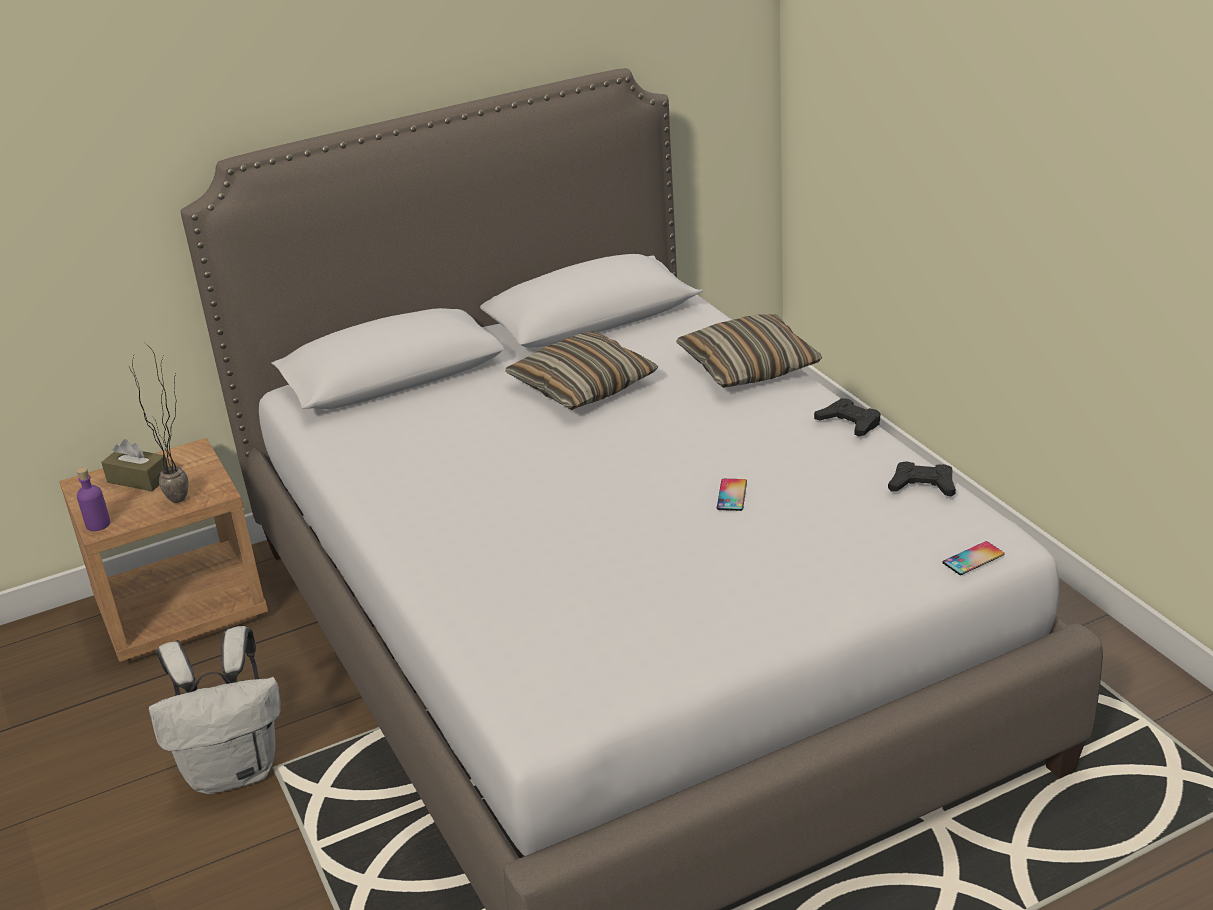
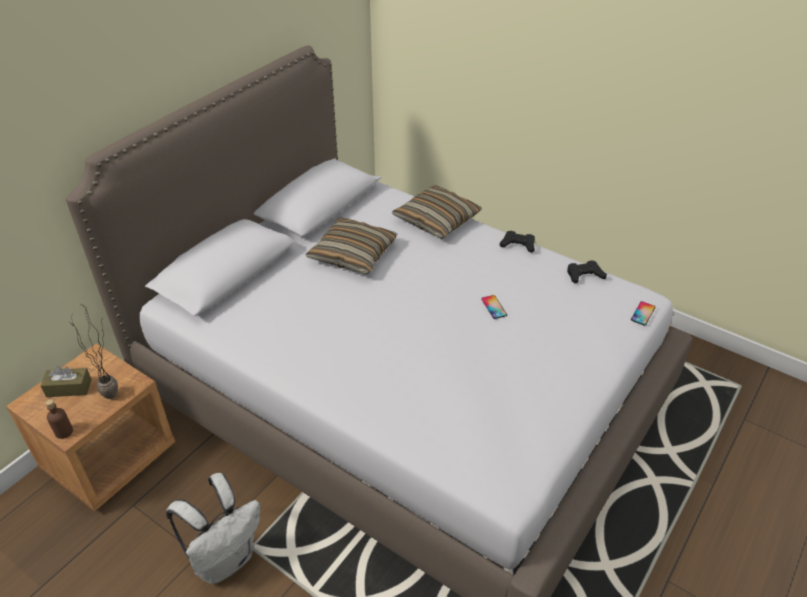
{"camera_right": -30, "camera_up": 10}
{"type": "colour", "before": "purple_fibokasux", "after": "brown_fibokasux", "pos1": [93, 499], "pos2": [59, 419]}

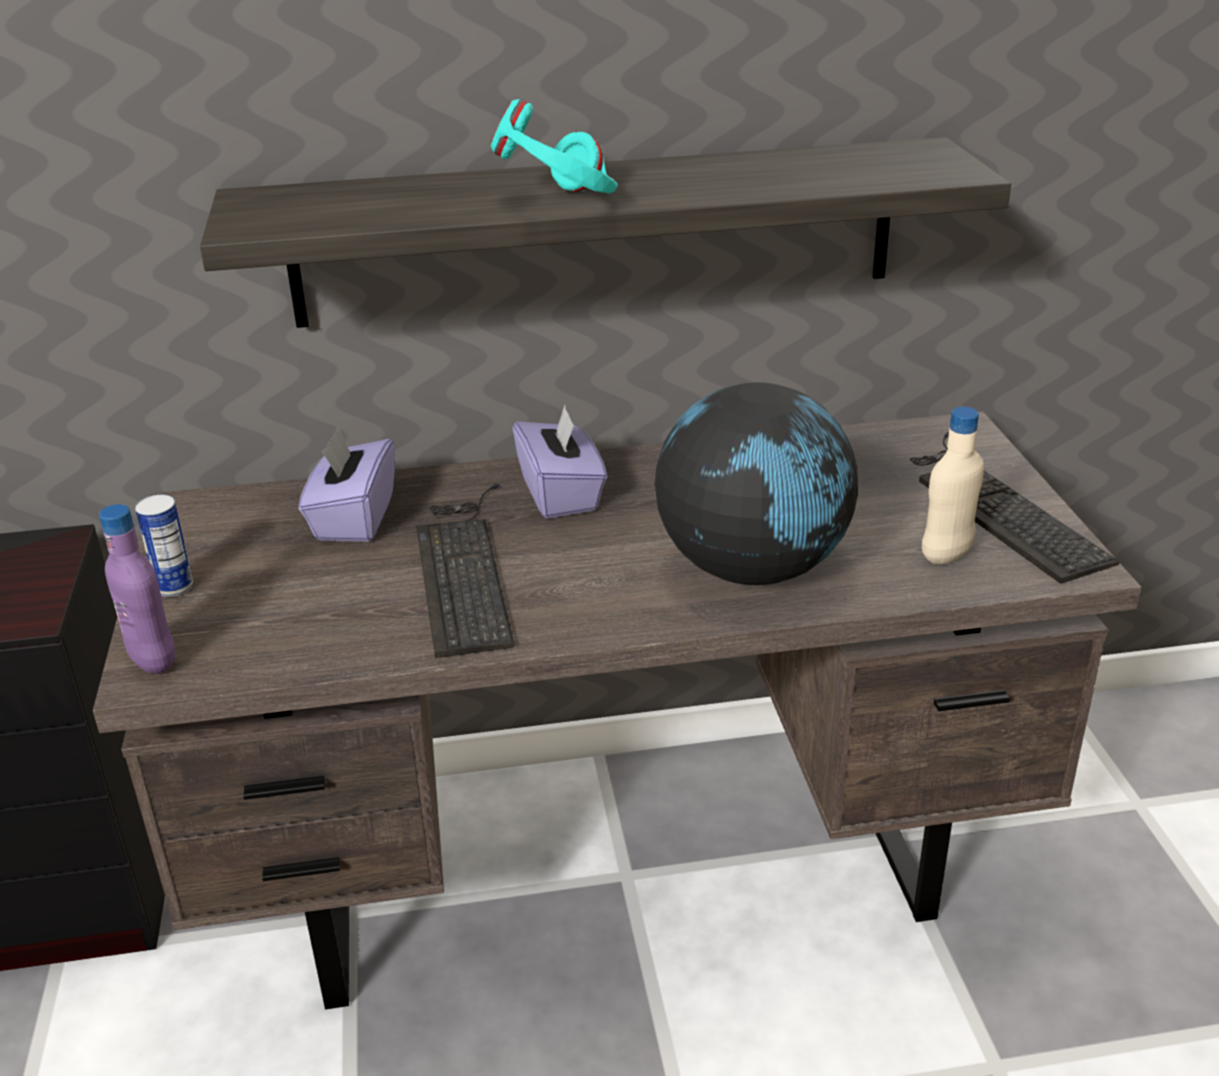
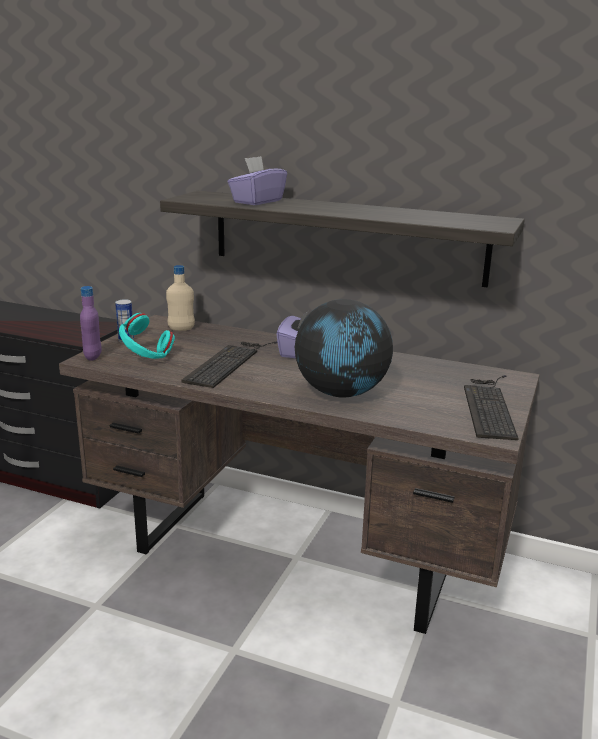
{"camera_right": 30, "camera_up": -10}
{"type": "relocated", "before": "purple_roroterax", "pos1": [347, 484], "pos2": [257, 180]}
{"type": "relocated", "before": "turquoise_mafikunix", "pos1": [554, 146], "pos2": [147, 336]}
{"type": "relocated", "before": "beige_fibokasux", "pos1": [953, 486], "pos2": [180, 298]}

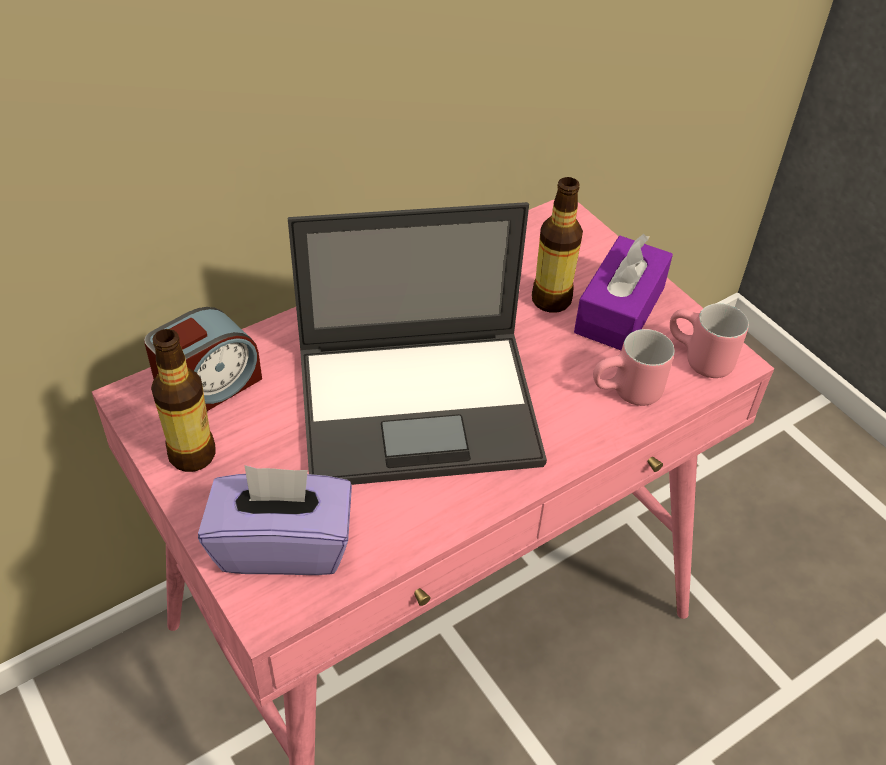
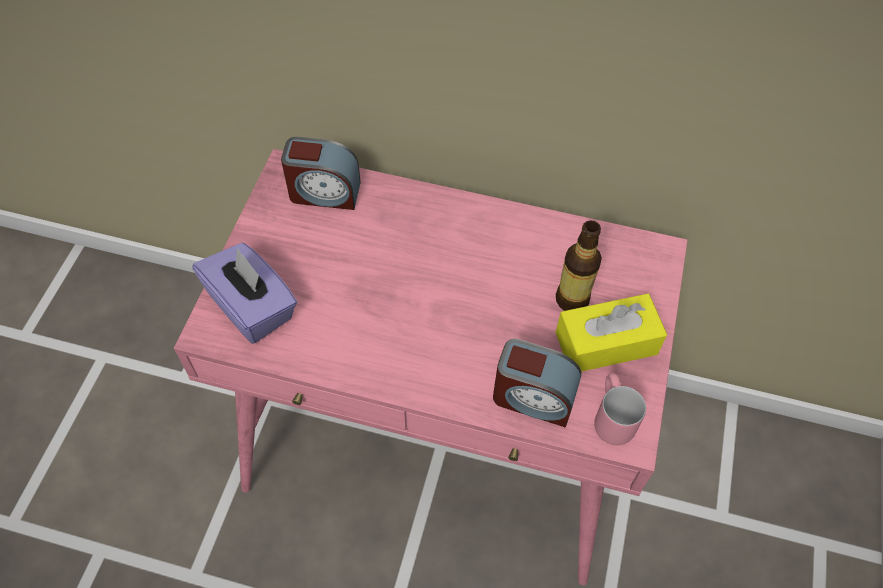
{"camera_right": 50, "camera_up": 10}
{"type": "missing", "before": "fibokasux", "pos1": [183, 400]}
{"type": "missing", "before": "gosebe", "pos1": [417, 343]}
{"type": "colour", "before": "purple_roroterax", "after": "yellow_roroterax", "pos1": [623, 292], "pos2": [611, 333]}
{"type": "exchanged", "before": "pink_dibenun", "after": "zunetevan", "pos1": [633, 367], "pos2": [537, 383]}

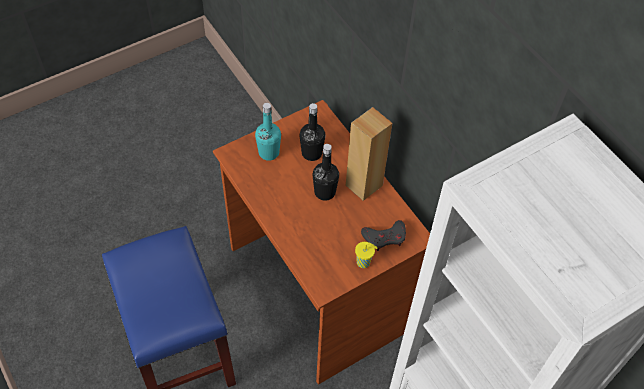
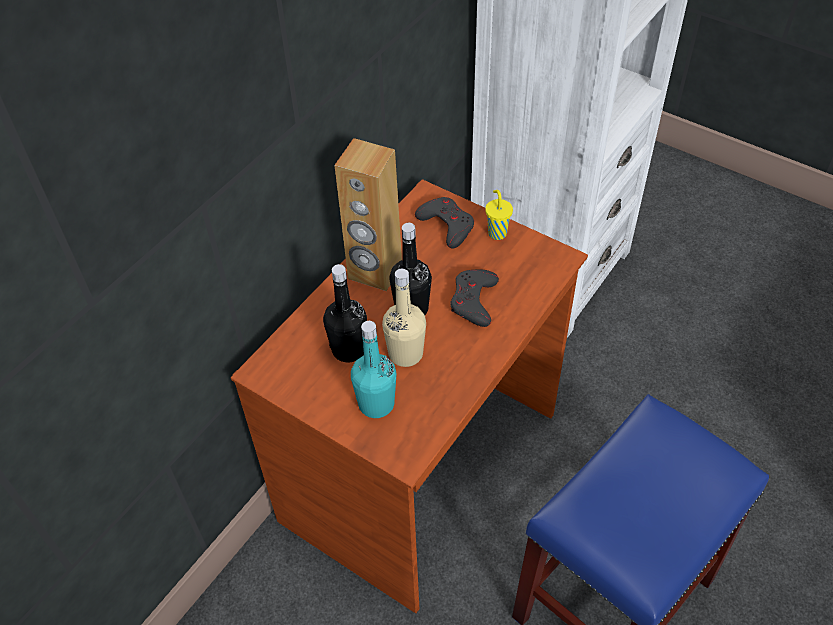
{"camera_right": -110, "camera_up": -5}
{"type": "appeared", "after": "beige_fibokasux", "pos2": [404, 318]}
{"type": "appeared", "after": "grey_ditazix", "pos2": [474, 298]}

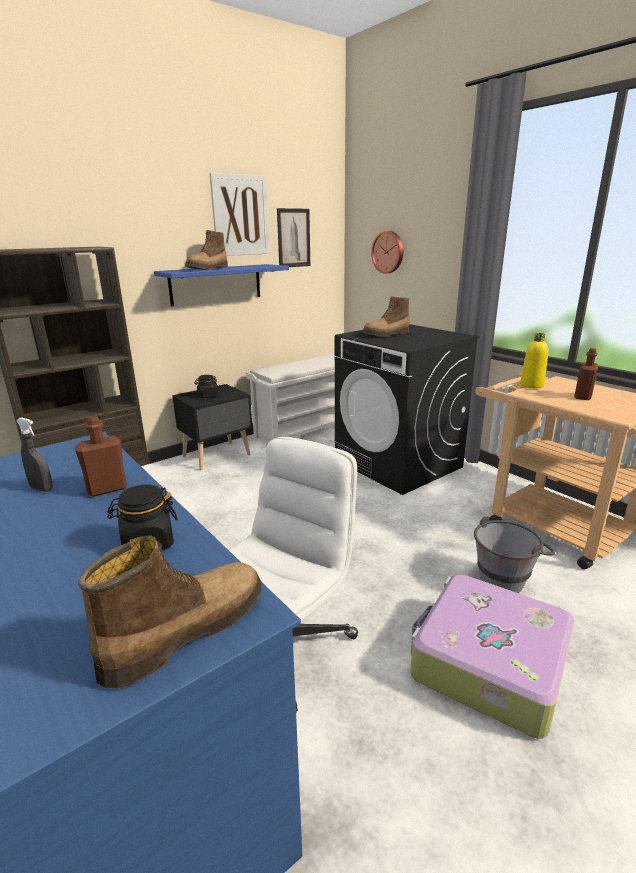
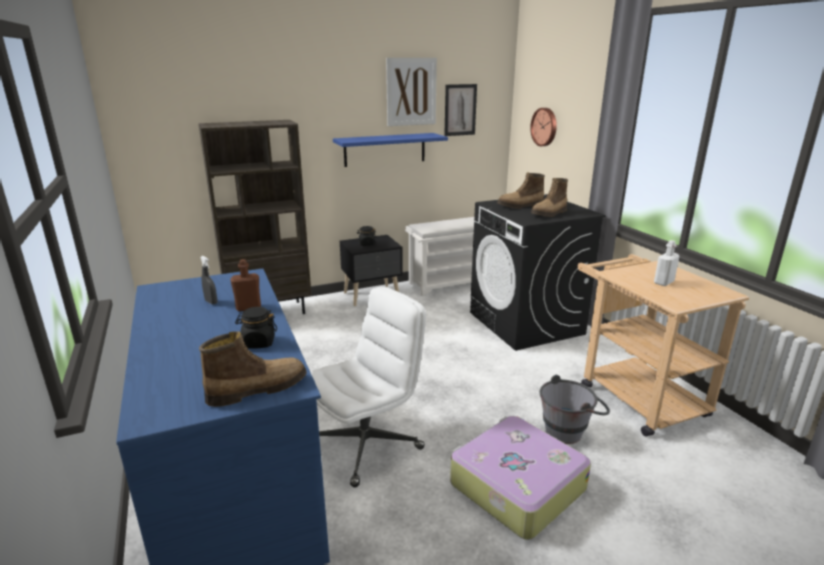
{"camera_right": 15, "camera_up": 0}
{"type": "relocated", "before": "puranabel", "pos1": [206, 250], "pos2": [549, 197]}
{"type": "missing", "before": "yellow_fibokasux", "pos1": [534, 360]}
{"type": "colour", "before": "brown_fibokasux", "after": "white_fibokasux", "pos1": [586, 374], "pos2": [667, 263]}

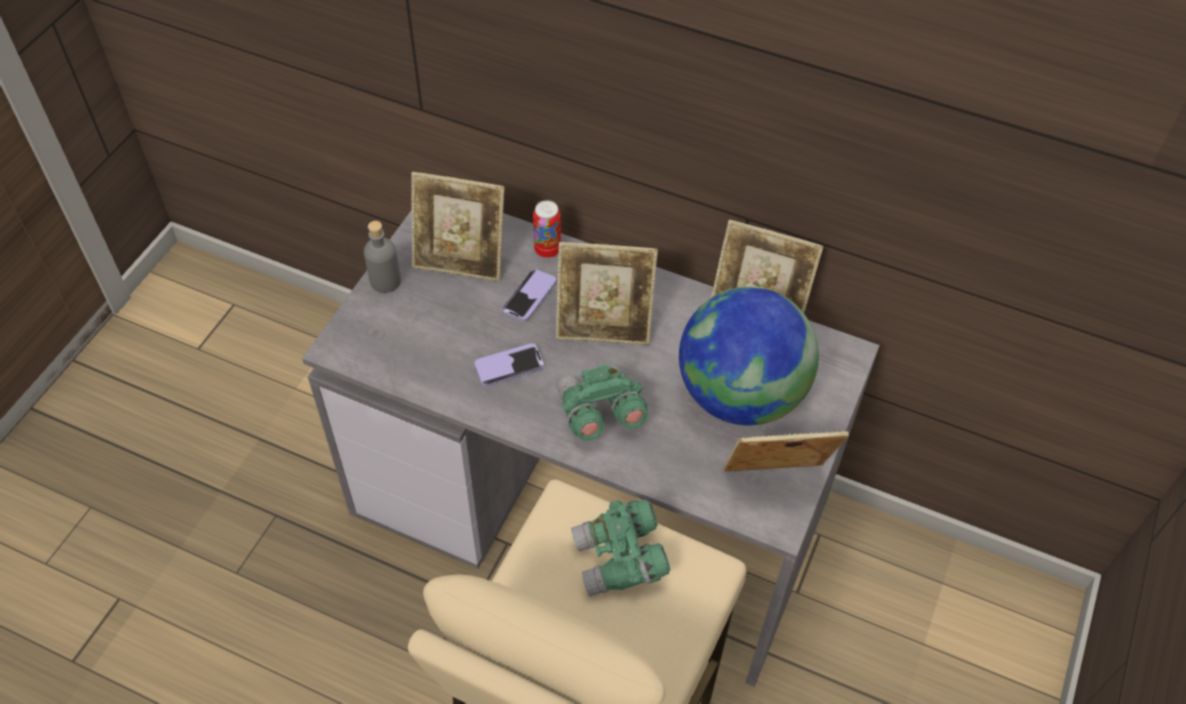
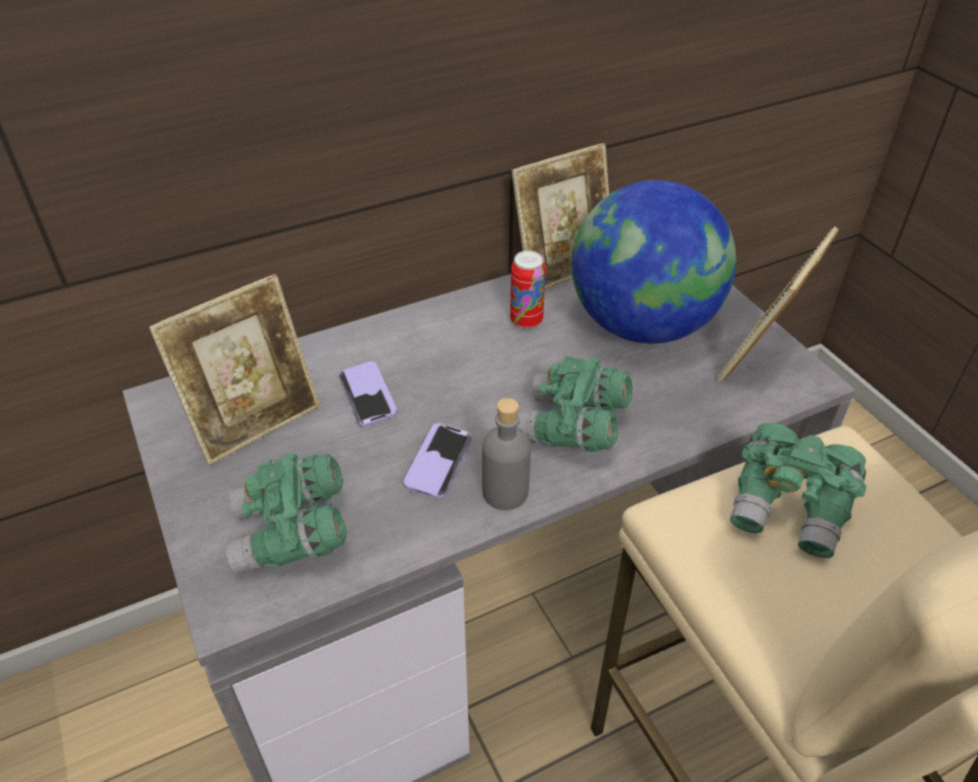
{"camera_right": -50, "camera_up": -10}
{"type": "relocated", "before": "grey_fibokasux", "pos1": [382, 257], "pos2": [506, 454]}
{"type": "relocated", "before": "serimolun", "pos1": [547, 229], "pos2": [528, 290]}
{"type": "missing", "before": "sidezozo", "pos1": [607, 293]}
{"type": "appeared", "after": "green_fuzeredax", "pos2": [286, 513]}

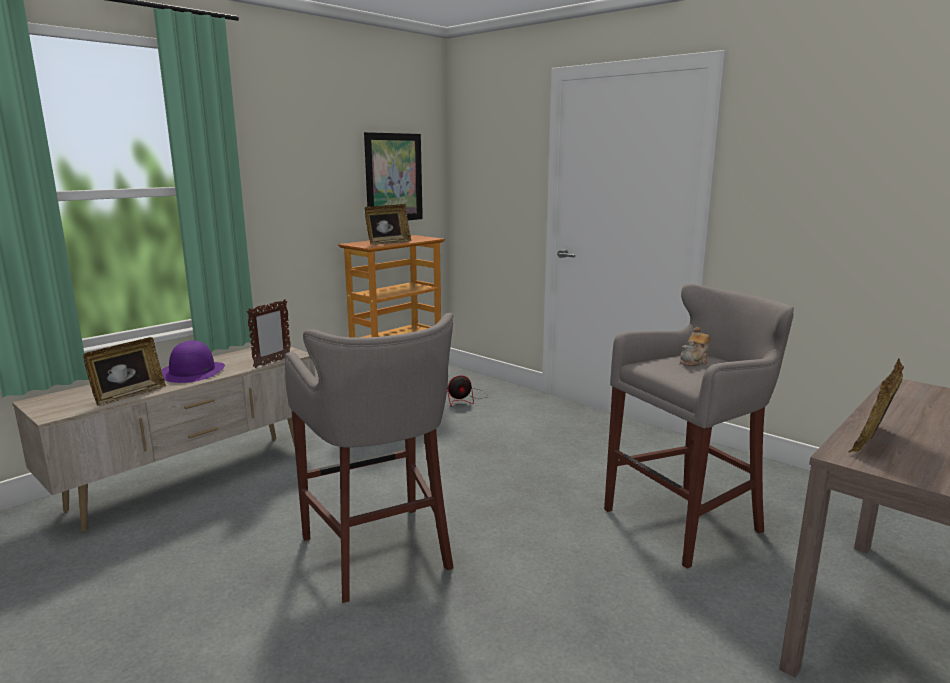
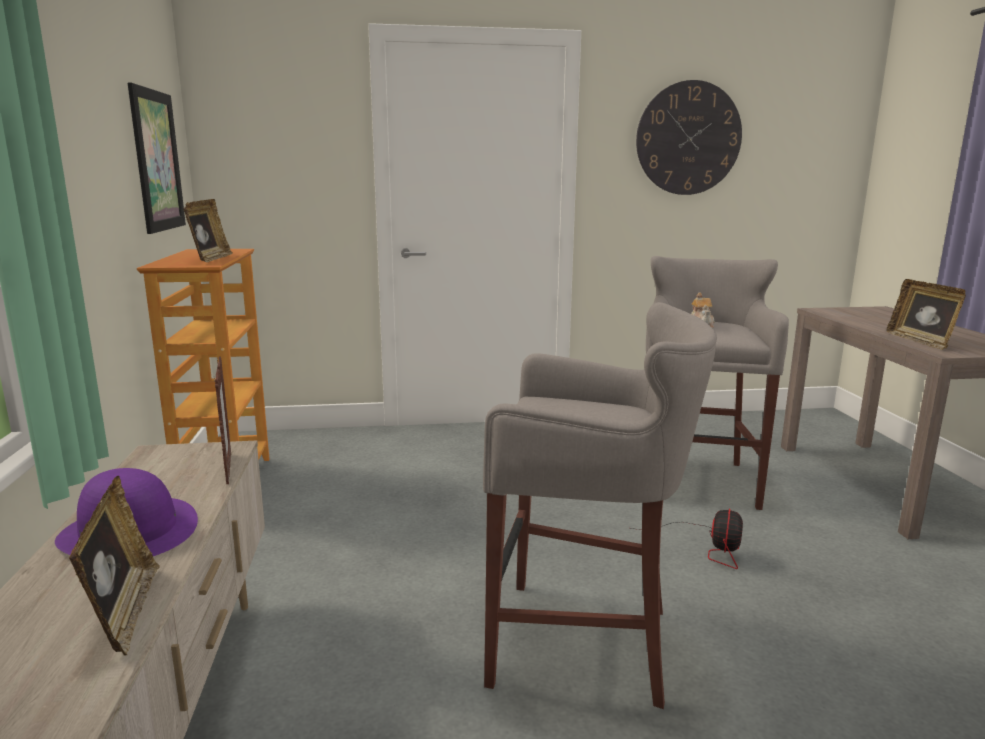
{"camera_right": -50, "camera_up": 0}
{"type": "relocated", "before": "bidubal", "pos1": [467, 391], "pos2": [687, 539]}
{"type": "appeared", "after": "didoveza", "pos2": [689, 137]}

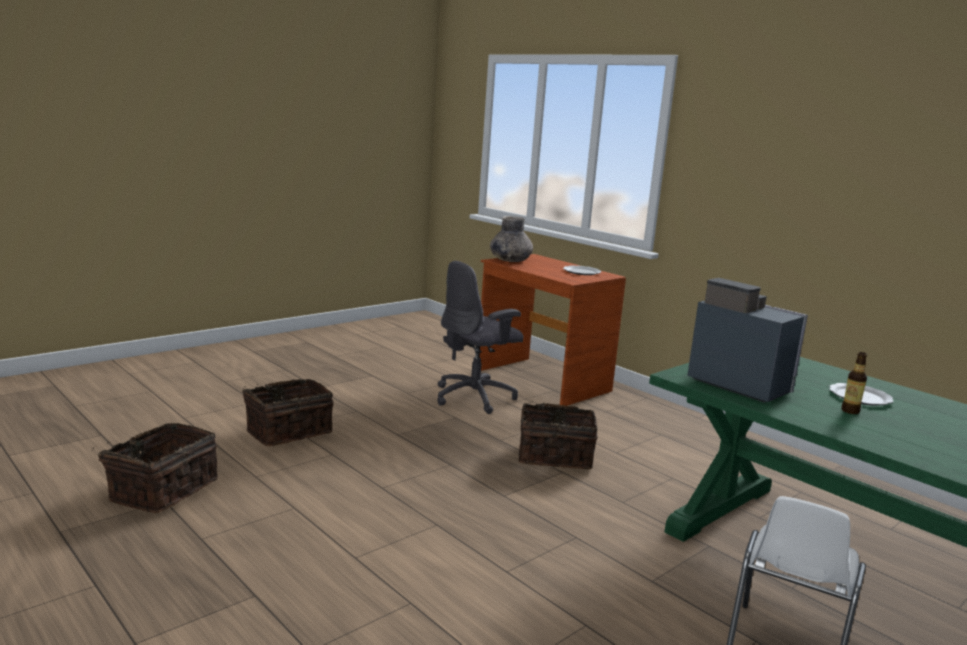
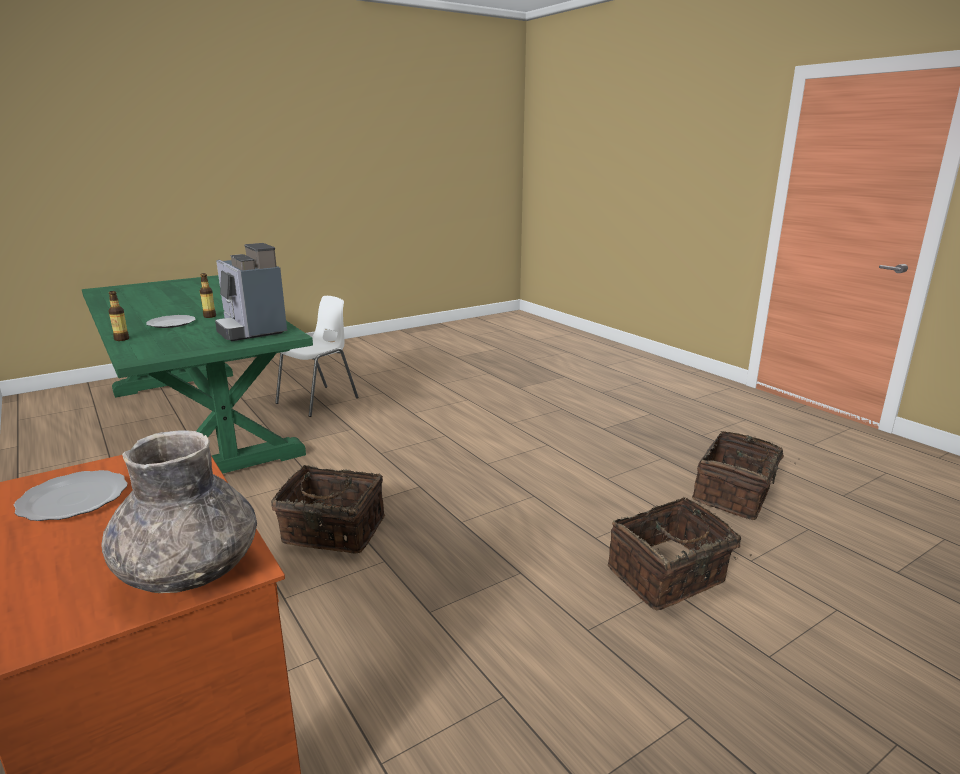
{"camera_right": -170, "camera_up": 5}
{"type": "missing", "before": "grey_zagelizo", "pos1": [480, 337]}
{"type": "appeared", "after": "fibokasux", "pos2": [119, 316]}

